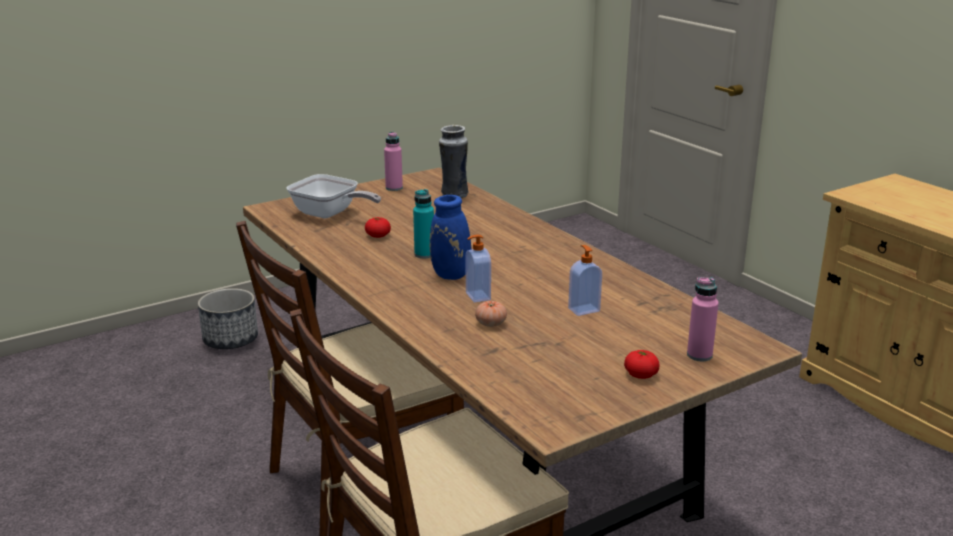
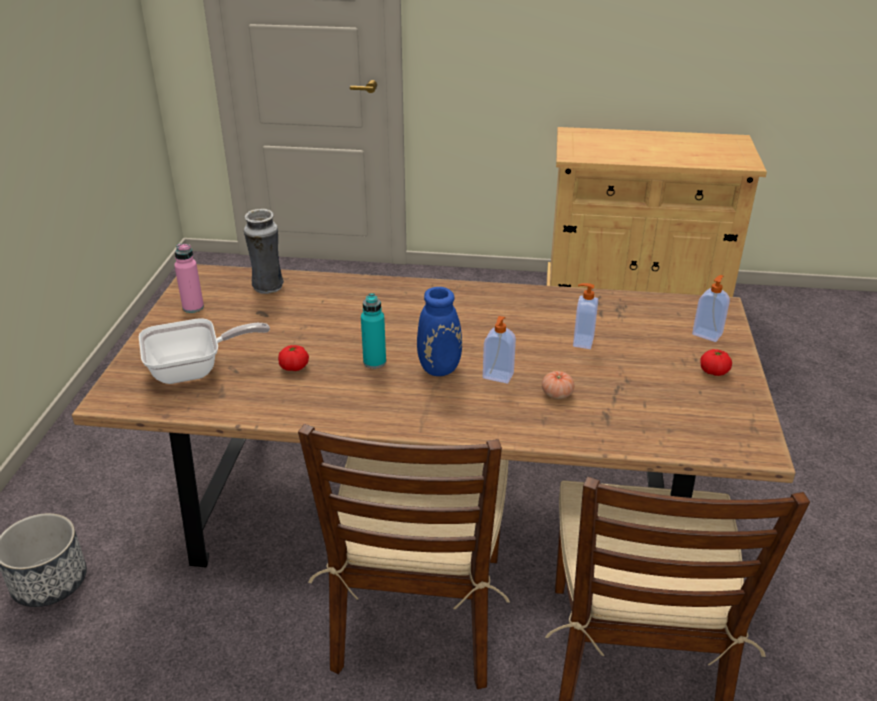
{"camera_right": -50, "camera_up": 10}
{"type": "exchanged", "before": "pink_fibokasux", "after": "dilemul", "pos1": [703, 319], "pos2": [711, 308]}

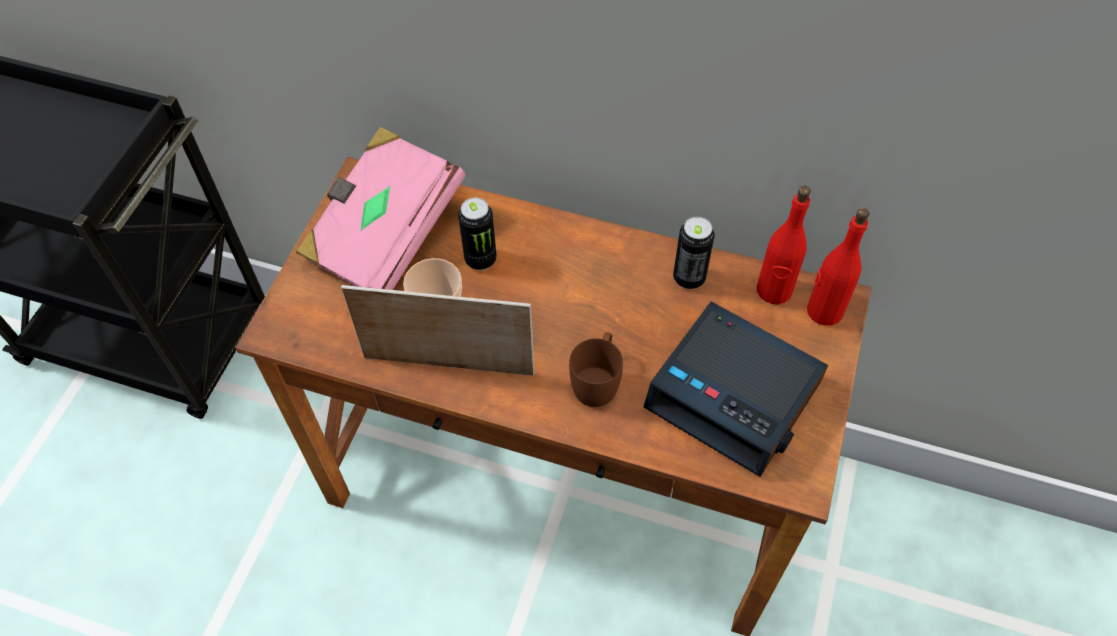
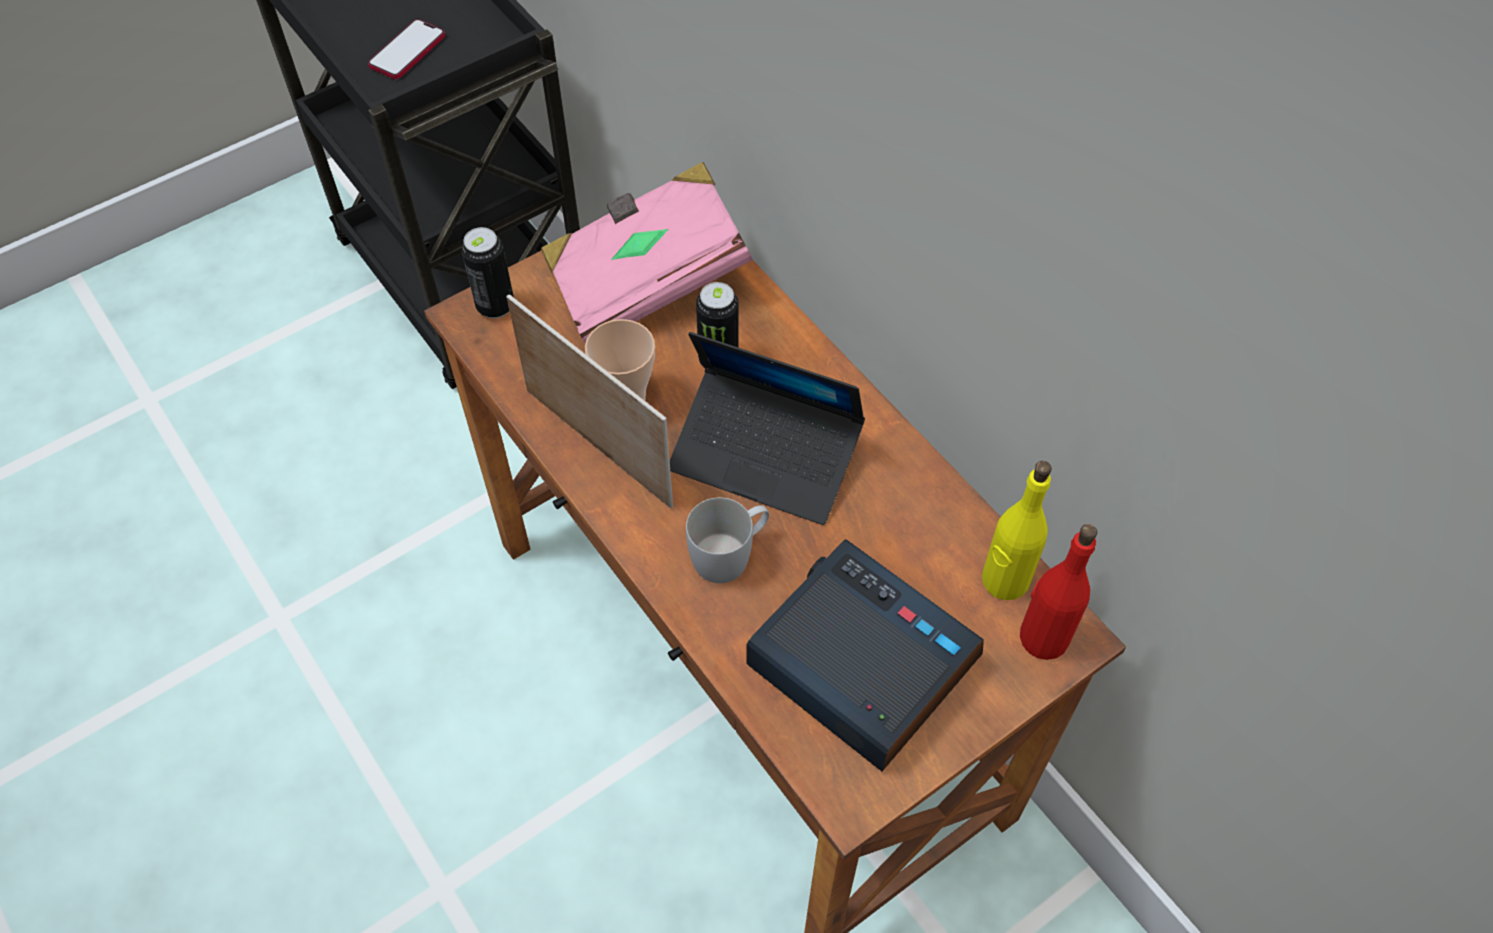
{"camera_right": 35, "camera_up": 0}
{"type": "colour", "before": "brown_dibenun", "after": "white_dibenun", "pos1": [596, 370], "pos2": [727, 540]}
{"type": "spun", "before": "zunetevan", "pos1": [736, 389], "pos2": [865, 655], "turn": 150}
{"type": "relocated", "before": "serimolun", "pos1": [694, 253], "pos2": [487, 273]}
{"type": "colour", "before": "red_fibokasux", "after": "yellow_fibokasux", "pos1": [784, 245], "pos2": [1017, 530]}
{"type": "appeared", "after": "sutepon", "pos2": [406, 49]}
{"type": "appeared", "after": "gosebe", "pos2": [767, 428]}

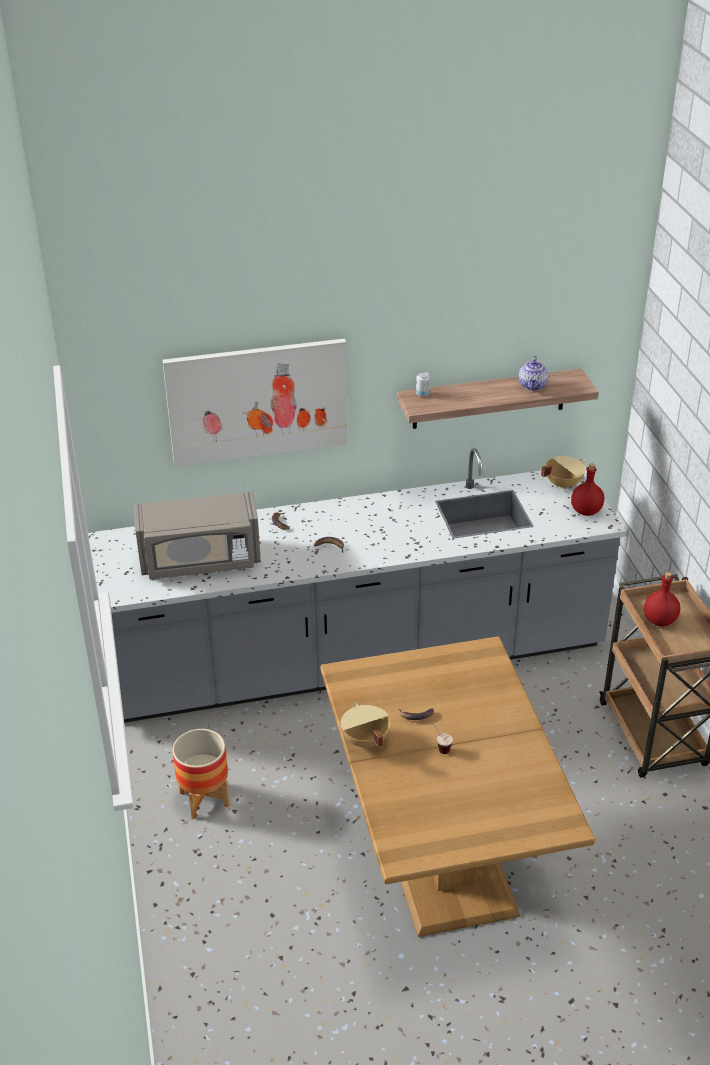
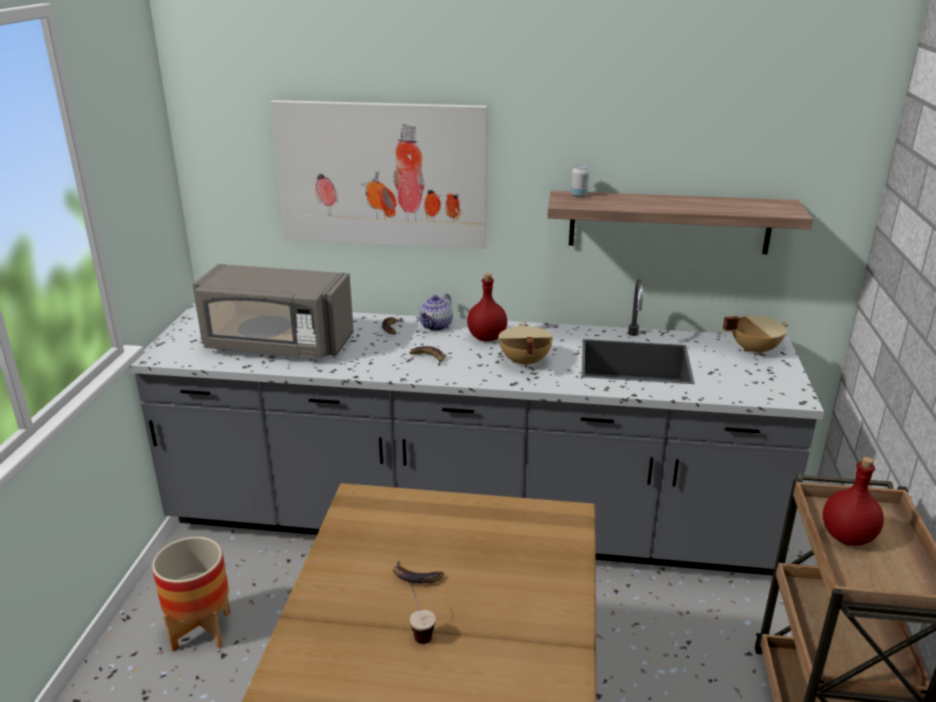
{"camera_right": 20, "camera_up": -10}
{"type": "relocated", "before": "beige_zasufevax", "pos1": [366, 725], "pos2": [525, 345]}
{"type": "relocated", "before": "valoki", "pos1": [533, 373], "pos2": [436, 312]}
{"type": "relocated", "before": "red_fibokasux", "pos1": [587, 489], "pos2": [487, 307]}

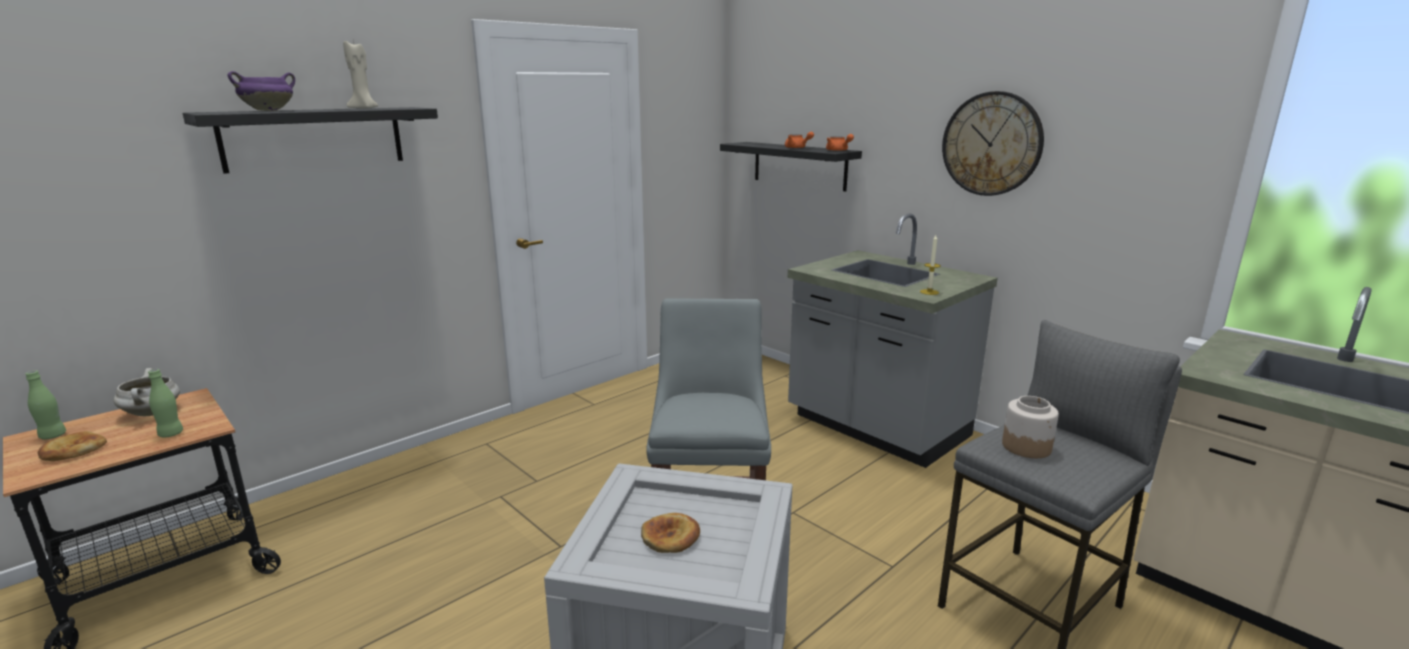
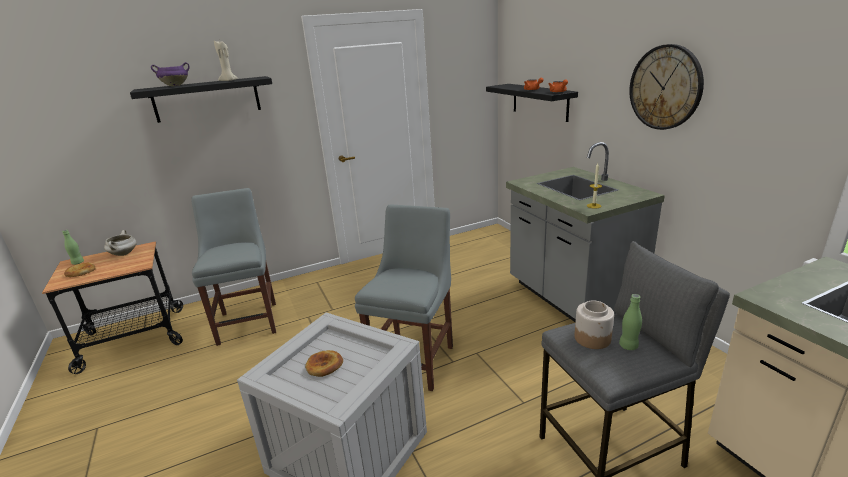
{"camera_right": 20, "camera_up": 5}
{"type": "relocated", "before": "green_fibokasux", "pos1": [165, 403], "pos2": [630, 322]}
{"type": "appeared", "after": "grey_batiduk", "pos2": [233, 267]}

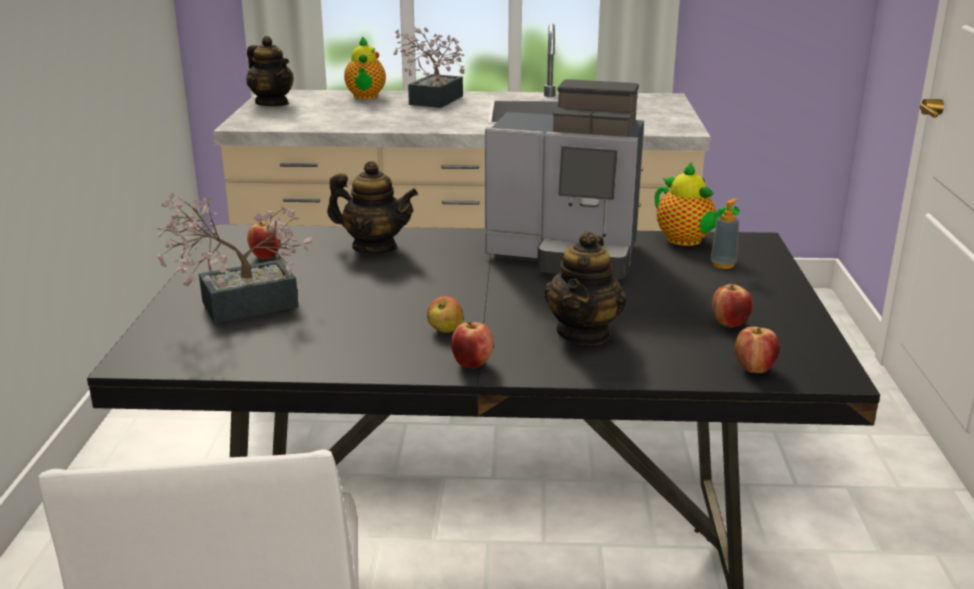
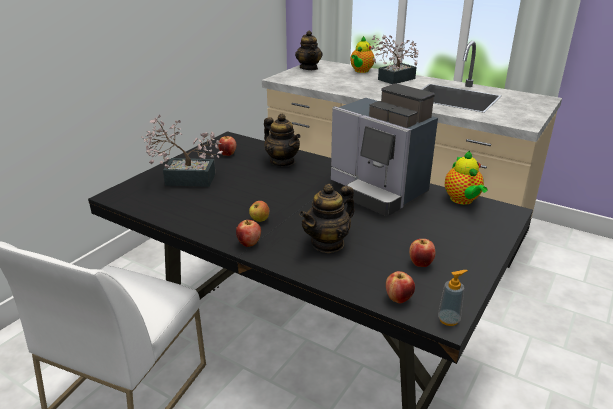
{"camera_right": 30, "camera_up": 5}
{"type": "relocated", "before": "dilemul", "pos1": [725, 233], "pos2": [452, 298]}

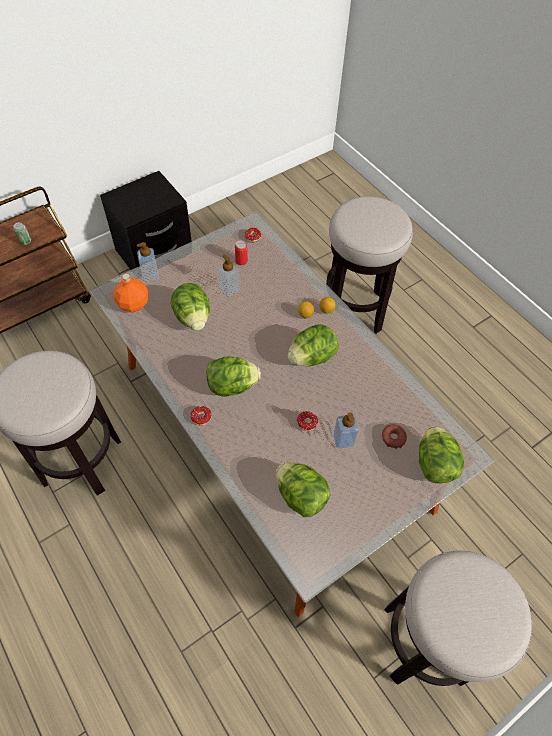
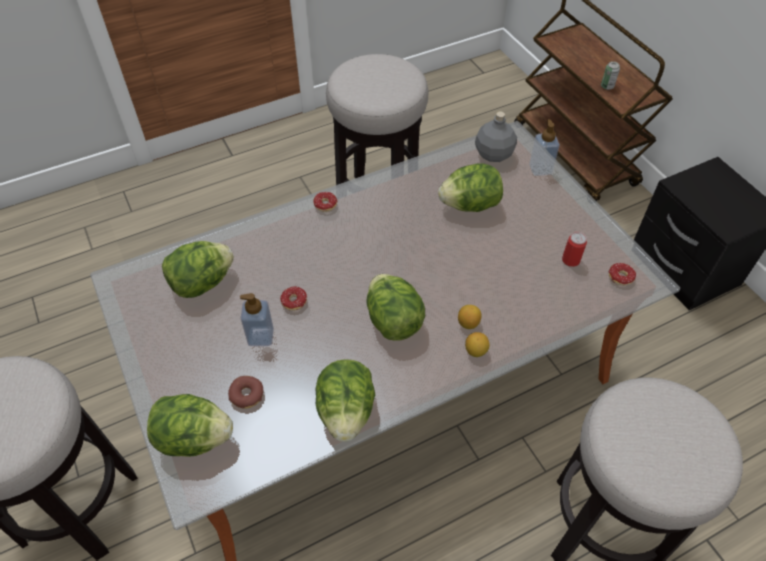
{"camera_right": 100, "camera_up": -5}
{"type": "colour", "before": "orange_fibokasux", "after": "grey_fibokasux", "pos1": [131, 293], "pos2": [496, 137]}
{"type": "relocated", "before": "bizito", "pos1": [234, 376], "pos2": [345, 400]}
{"type": "missing", "before": "dilemul", "pos1": [229, 275]}

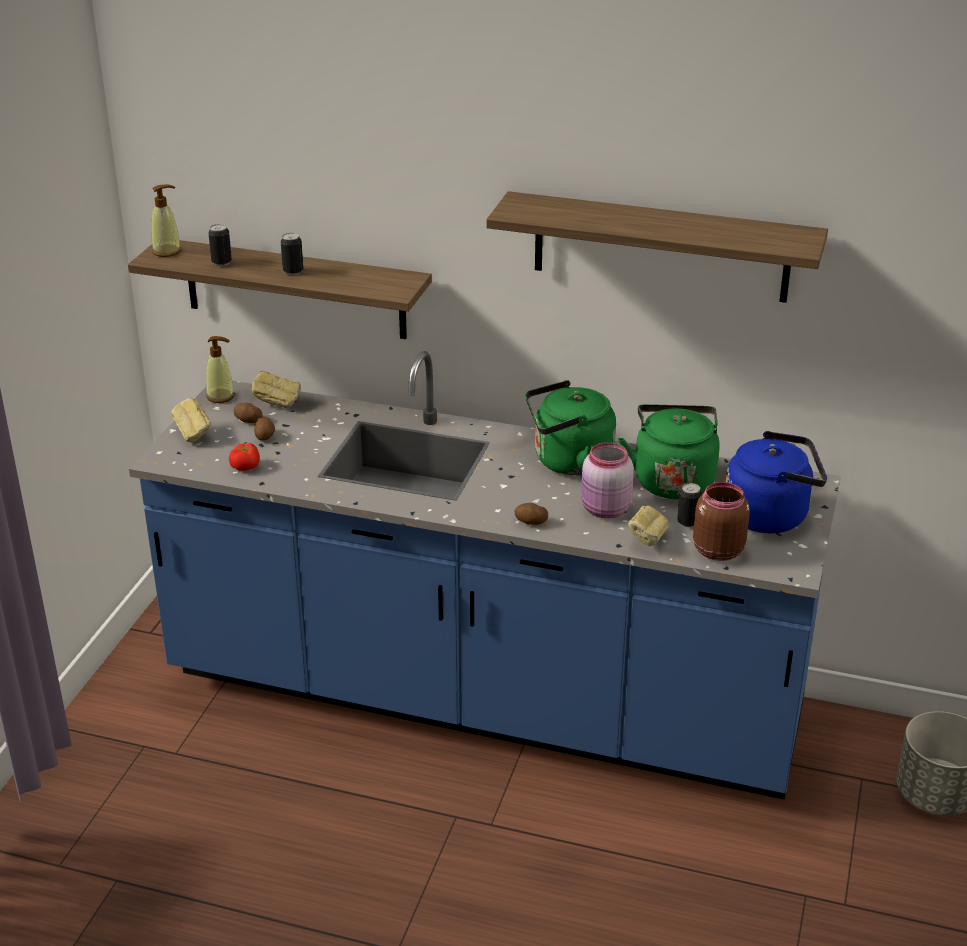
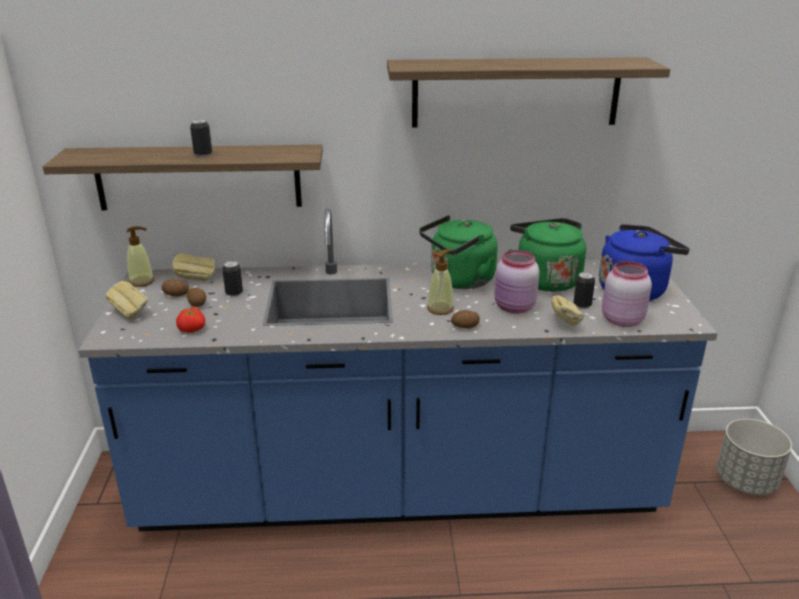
{"camera_right": -20, "camera_up": -5}
{"type": "relocated", "before": "dilemul", "pos1": [166, 220], "pos2": [440, 282]}
{"type": "relocated", "before": "serimolun", "pos1": [220, 245], "pos2": [232, 278]}
{"type": "colour", "before": "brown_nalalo", "after": "pink_nalalo", "pos1": [721, 521], "pos2": [627, 294]}

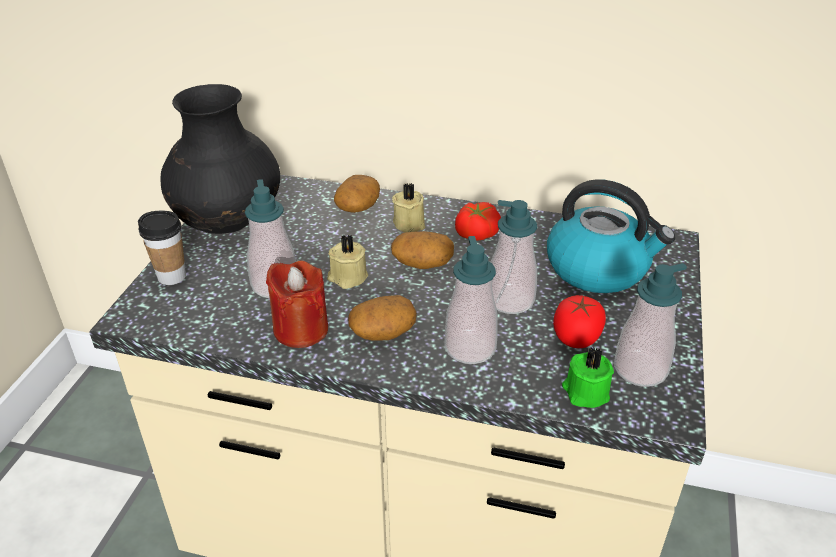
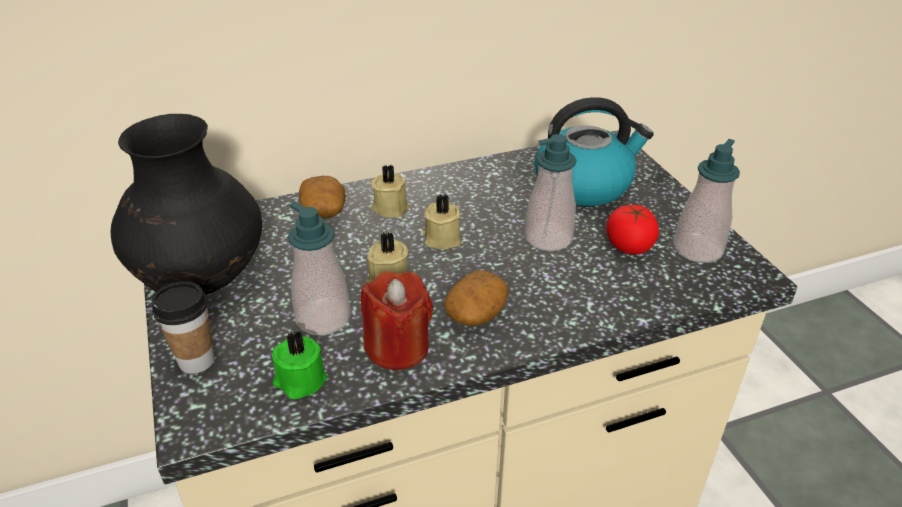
{"camera_right": -35, "camera_up": 0}
{"type": "exchanged", "before": "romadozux", "after": "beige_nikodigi", "pos1": [422, 250], "pos2": [442, 222]}
{"type": "missing", "before": "dilemul", "pos1": [471, 300]}
{"type": "missing", "before": "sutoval", "pos1": [478, 221]}
{"type": "relocated", "before": "green_nikodigi", "pos1": [588, 378], "pos2": [299, 364]}

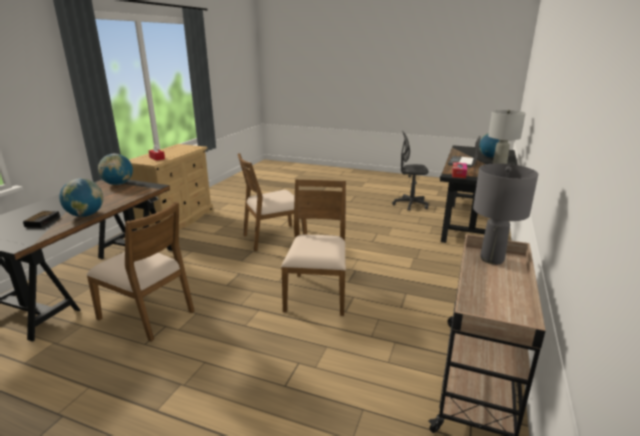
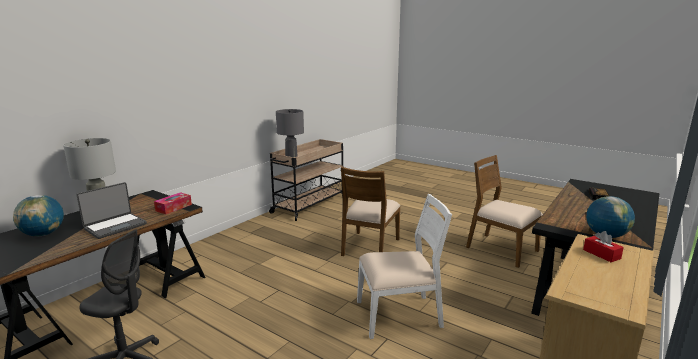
{"camera_right": -165, "camera_up": -5}
{"type": "missing", "before": "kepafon", "pos1": [81, 197]}
{"type": "colour", "before": "brown_batiduk", "after": "white_batiduk", "pos1": [272, 202], "pos2": [404, 266]}

